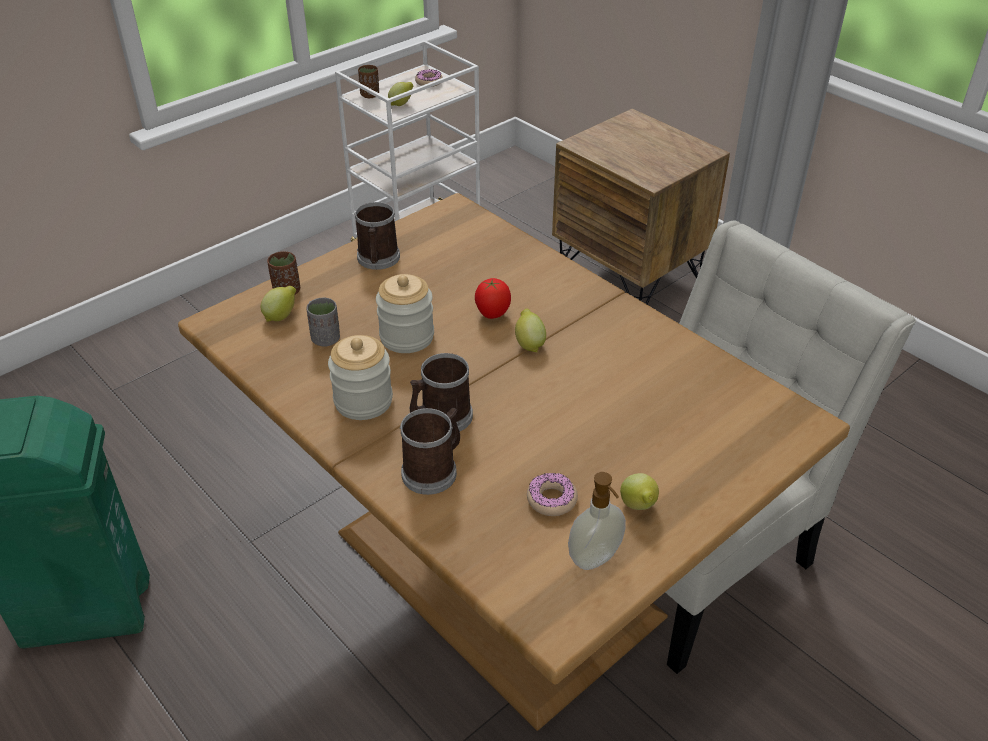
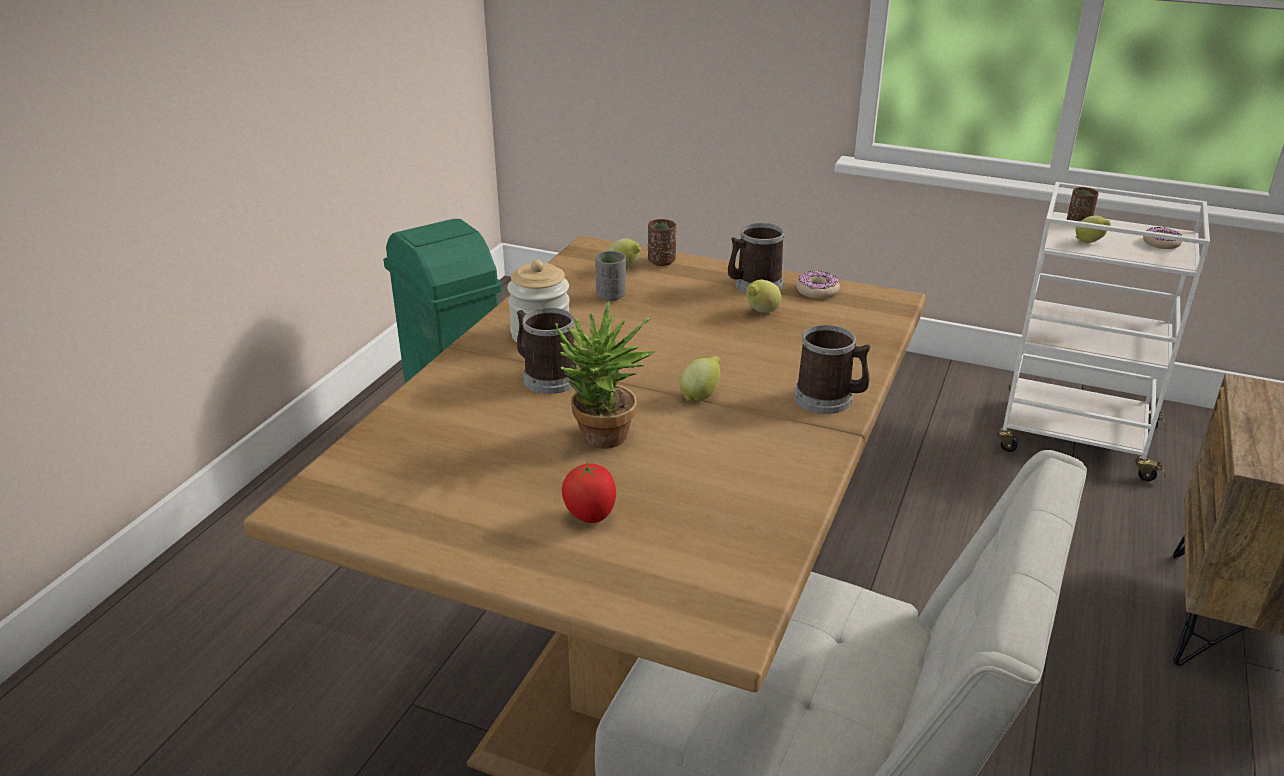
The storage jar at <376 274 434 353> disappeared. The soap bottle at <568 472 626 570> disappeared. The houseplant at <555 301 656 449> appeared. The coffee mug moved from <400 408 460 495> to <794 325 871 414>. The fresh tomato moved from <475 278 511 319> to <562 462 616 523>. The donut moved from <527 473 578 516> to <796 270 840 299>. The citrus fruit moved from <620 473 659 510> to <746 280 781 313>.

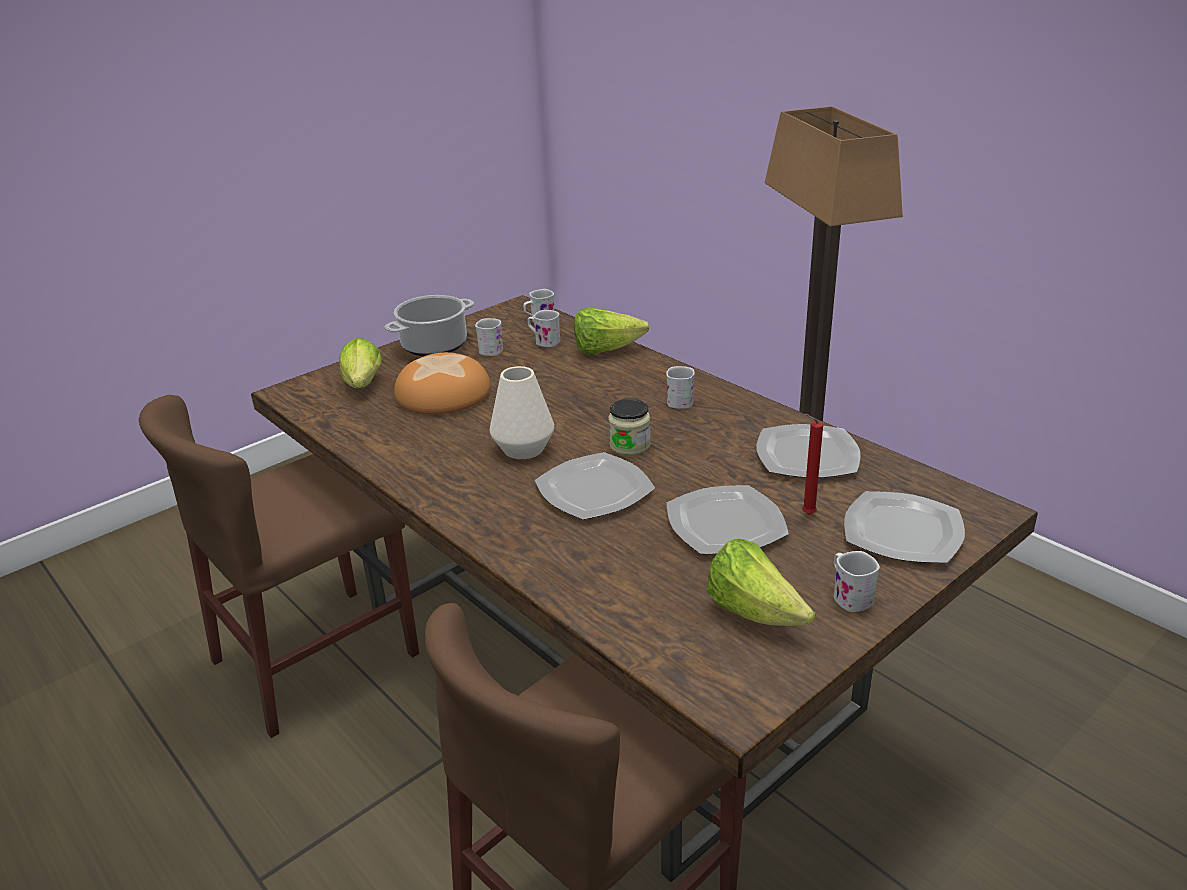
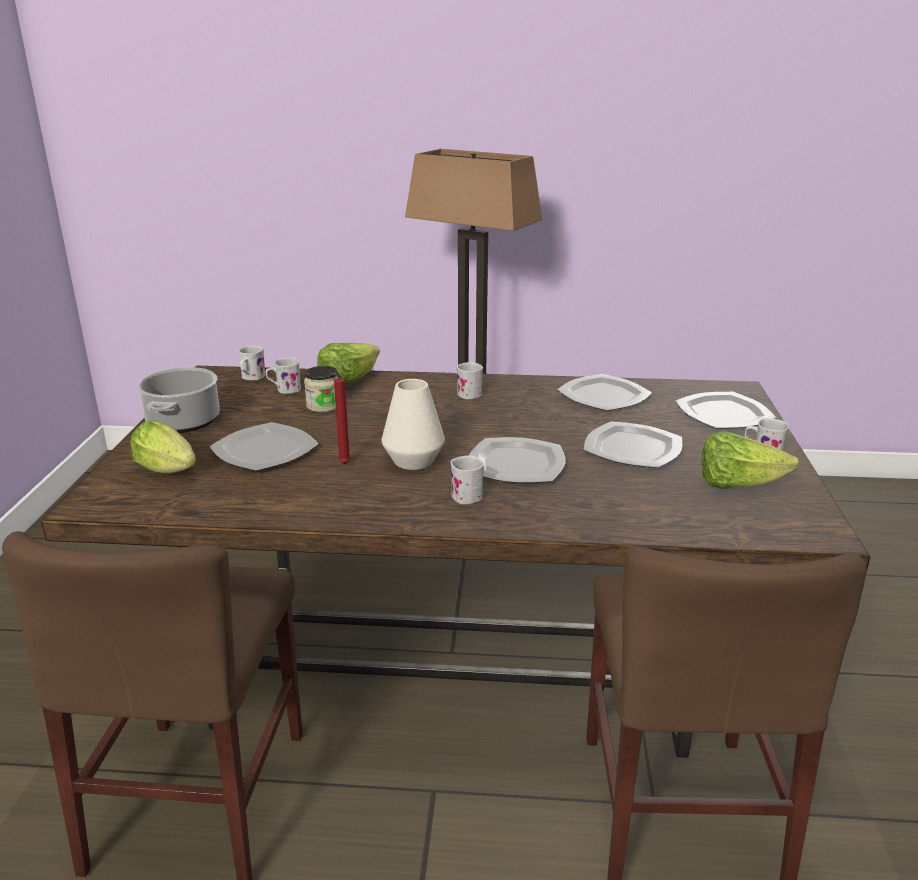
The whitish coffee mug moved from <475 318 503 356> to <451 455 484 504>. The storage jar moved from <608 399 651 455> to <304 366 338 412>. The reddish wax light moved from <802 414 823 515> to <330 373 351 464>. The baked bread at <394 352 491 414> was replaced by the flat dish at <210 422 319 471>.

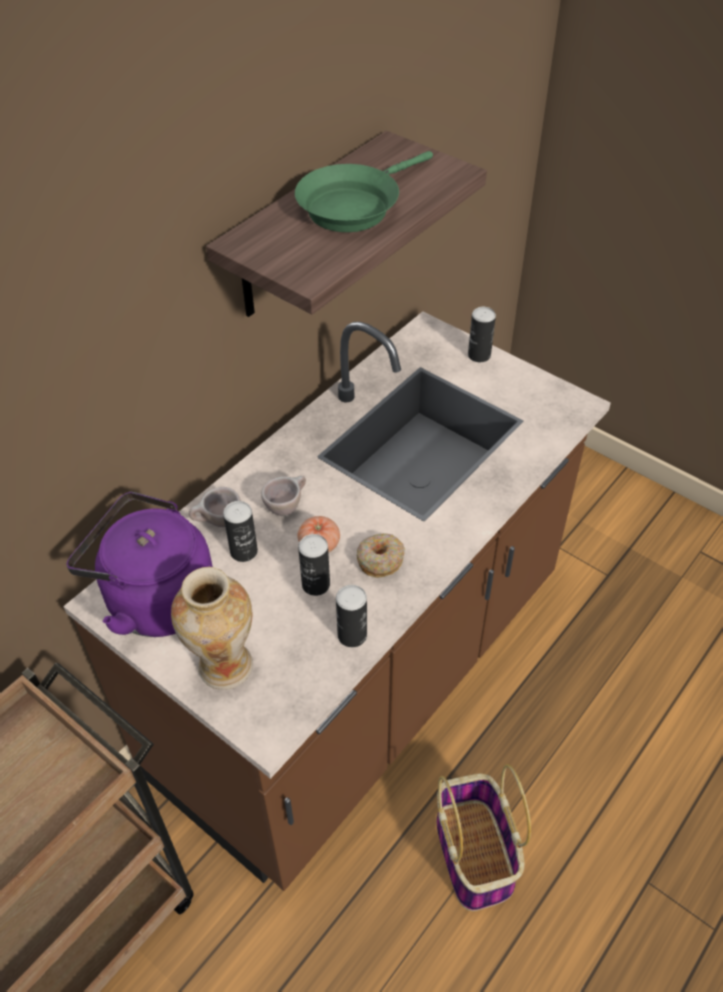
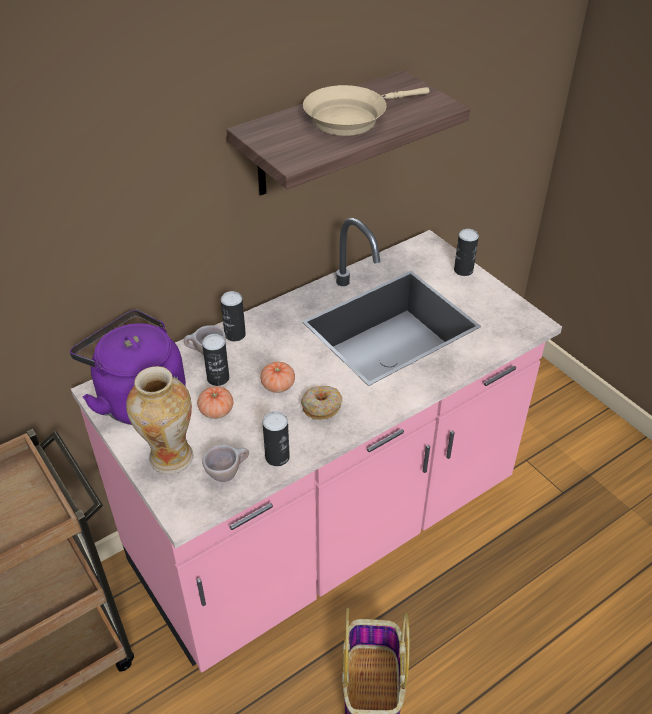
The fresh tomato at <197 386 234 419> appeared. The beige-coloured cup moved from <261 476 306 516> to <202 445 249 482>. The sealed can moved from <298 534 330 596> to <221 291 246 342>. The brown kitchen base unit at <63 311 611 891> became the pinkish kitchen base unit at <71 218 562 672>. The green-coloured pan at <295 151 433 232> became the beige-coloured pan at <303 85 430 136>.

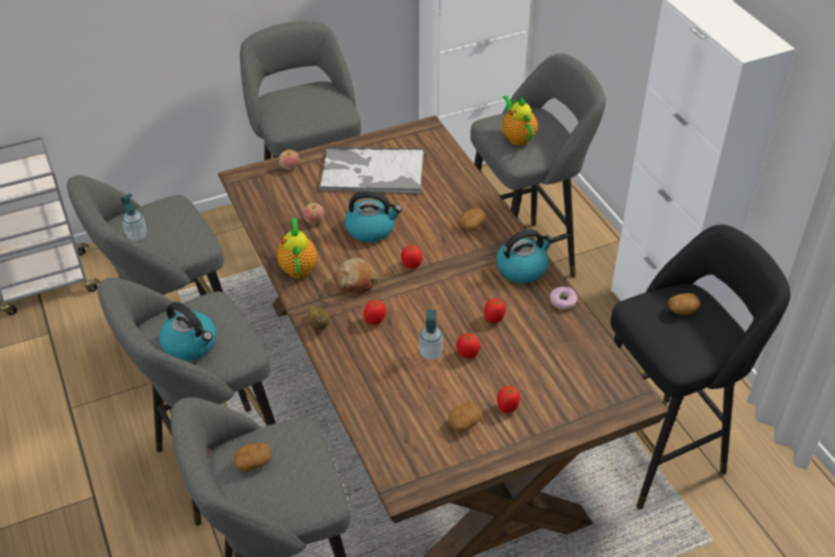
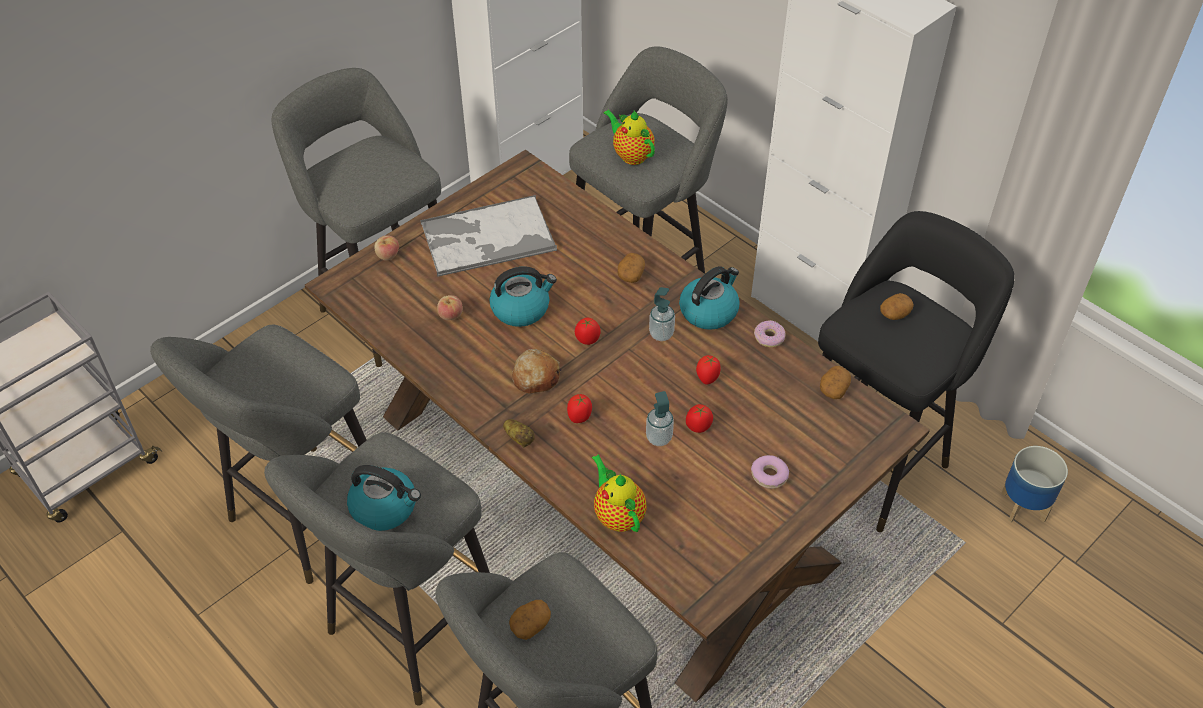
The plant pot at <1001 446 1068 522> appeared. The soap bottle moved from <121 194 147 241> to <649 287 675 341>. The tea pot moved from <277 218 317 278> to <591 454 647 532>. The potato moved from <448 402 482 433> to <820 366 851 399>. The fresh tomato at <497 386 520 413> was replaced by the donut at <751 455 789 489>.

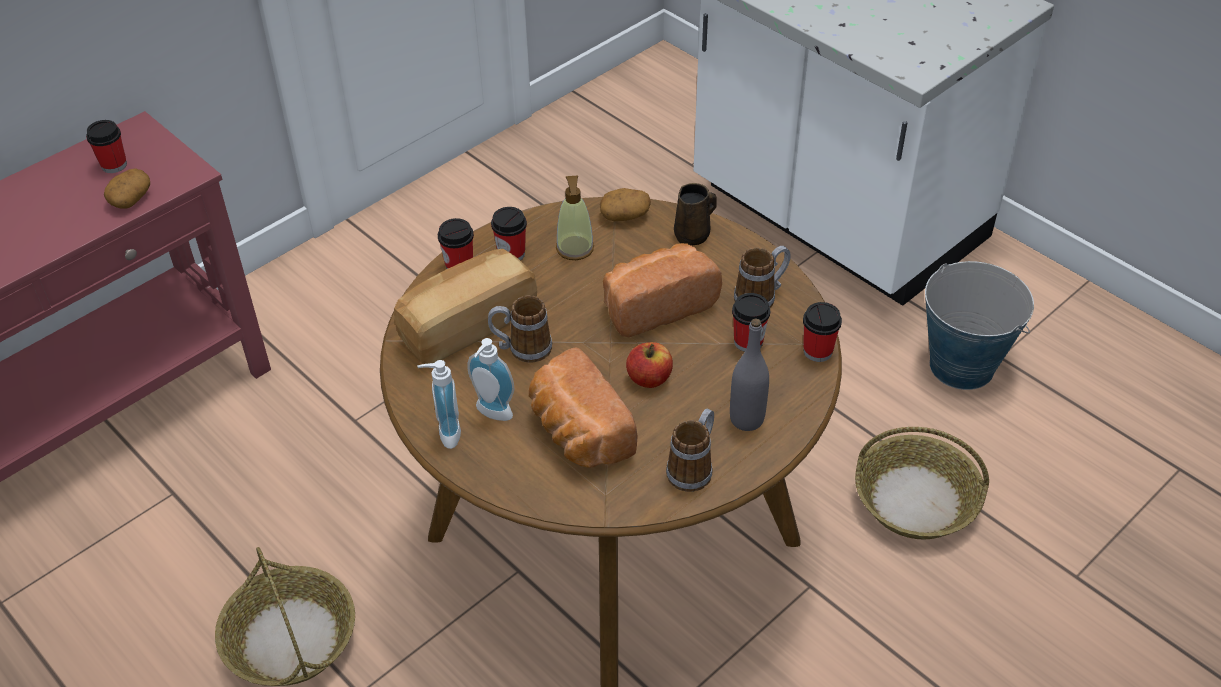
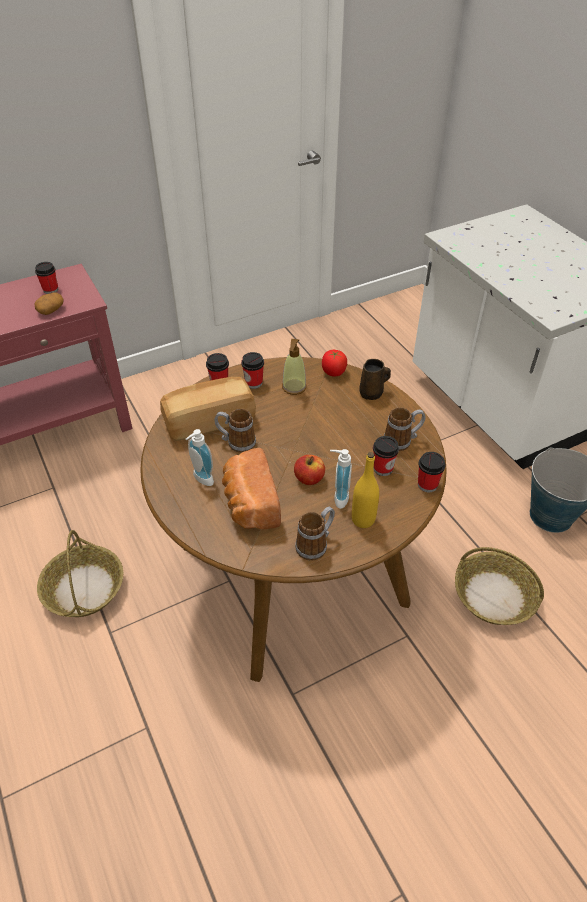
The baked bread at <603 243 722 337> disappeared. The soap bottle moved from <417 360 461 449> to <330 449 352 509>. The potato at <600 188 651 221> was replaced by the fresh tomato at <322 350 347 377>. The greyish bottle at <730 319 769 431> became the yellow bottle at <352 452 379 528>.

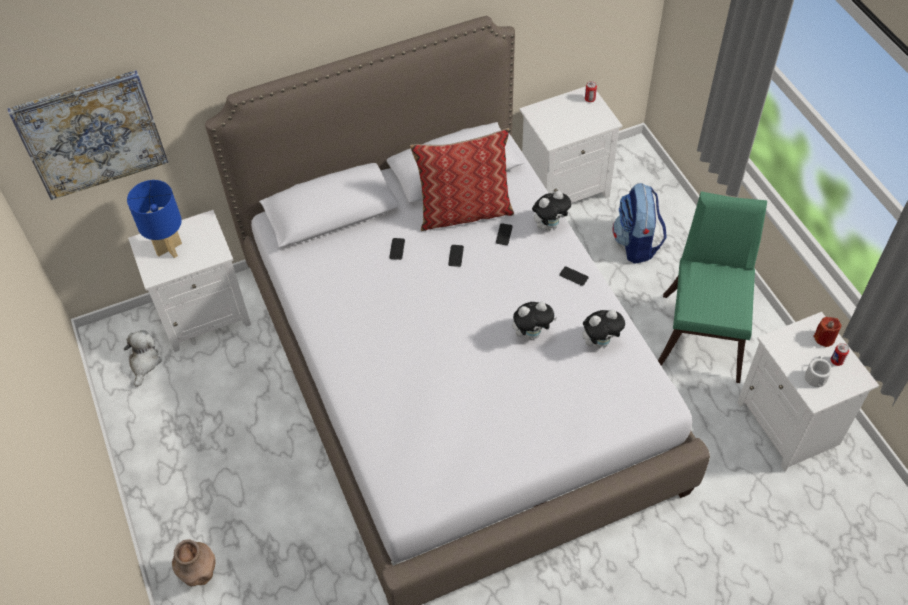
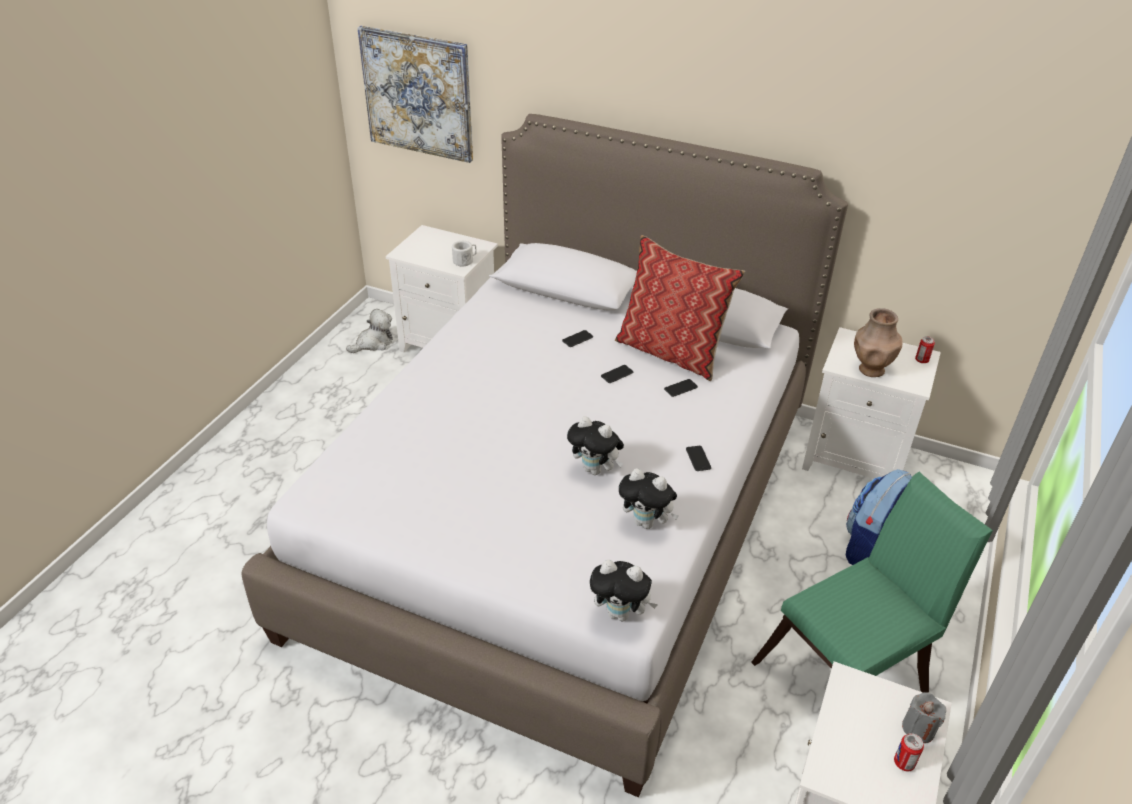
The blue-coloured tabletop lamp at <127 180 182 258> disappeared. The brown flower vase moved from <172 539 216 586> to <854 308 902 377>. The plush toy moved from <532 190 571 231> to <590 560 658 621>. The whitish coffee mug moved from <805 356 832 387> to <452 241 477 266>. The reddish wax light at <813 317 842 347> became the greyish wax light at <902 692 946 743>.

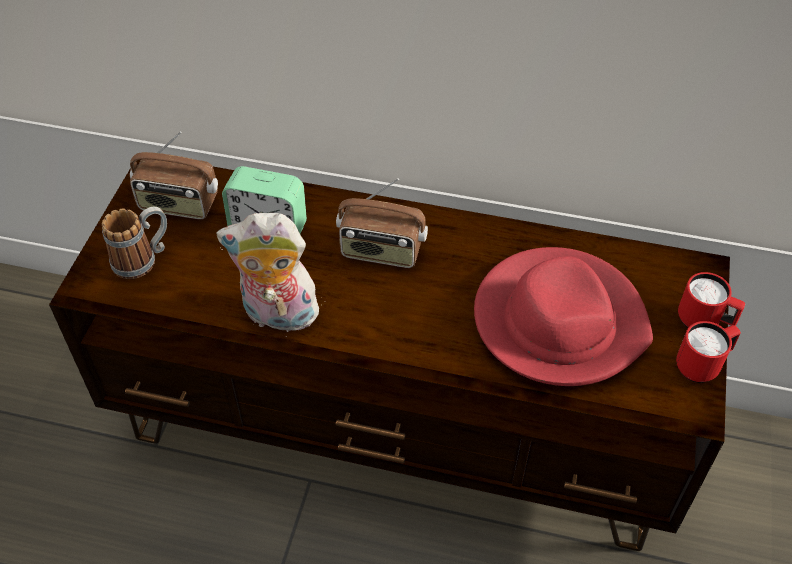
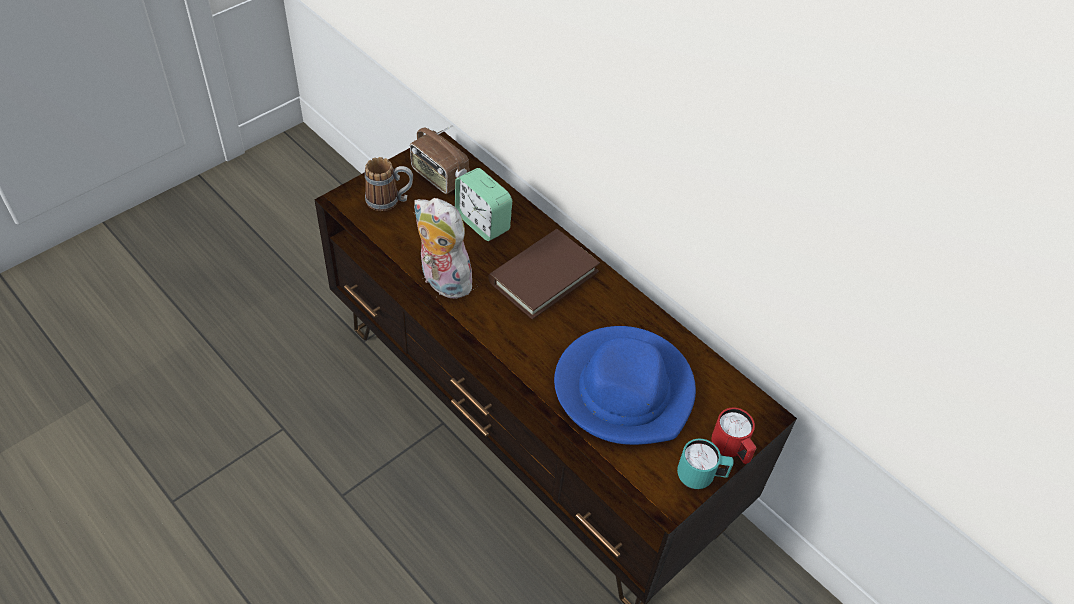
The radio at <336 178 428 268> was replaced by the brown volume at <488 229 600 320>. The reddish clothing hat at <474 247 653 386> became the blue-coloured clothing hat at <554 326 696 445>. The reddish coffee mug at <676 321 741 383> became the blue-green coffee mug at <677 439 734 489>.

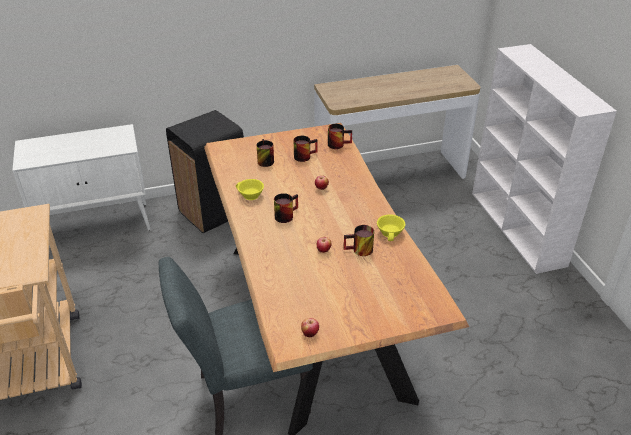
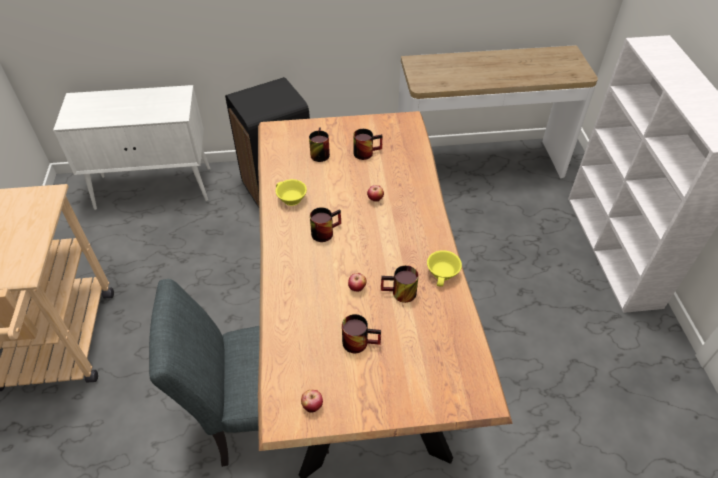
The coffee mug moved from <328 124 352 149> to <342 314 381 353>.

